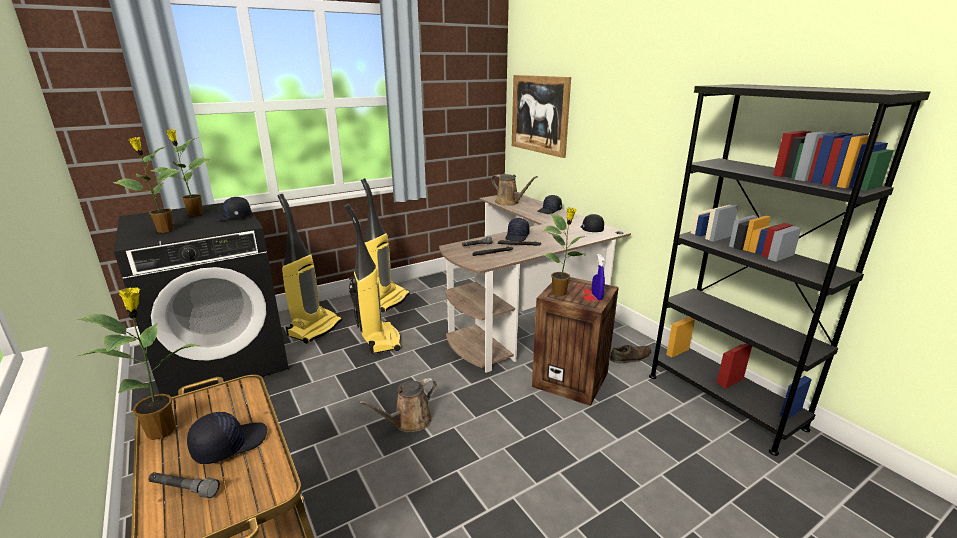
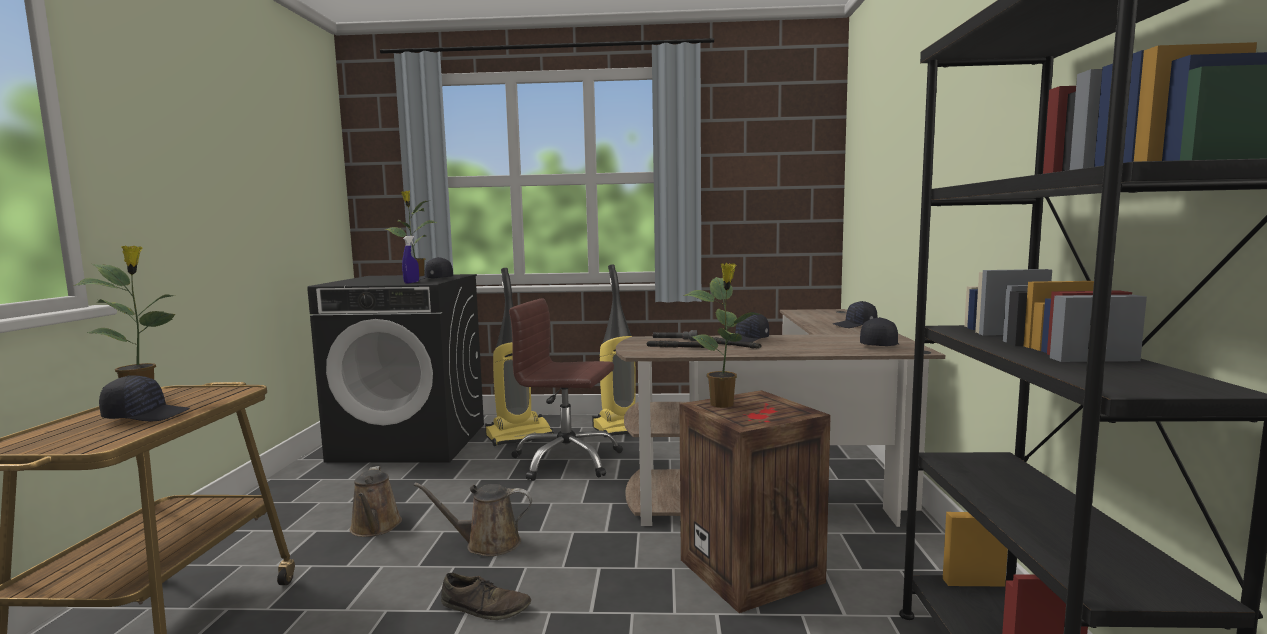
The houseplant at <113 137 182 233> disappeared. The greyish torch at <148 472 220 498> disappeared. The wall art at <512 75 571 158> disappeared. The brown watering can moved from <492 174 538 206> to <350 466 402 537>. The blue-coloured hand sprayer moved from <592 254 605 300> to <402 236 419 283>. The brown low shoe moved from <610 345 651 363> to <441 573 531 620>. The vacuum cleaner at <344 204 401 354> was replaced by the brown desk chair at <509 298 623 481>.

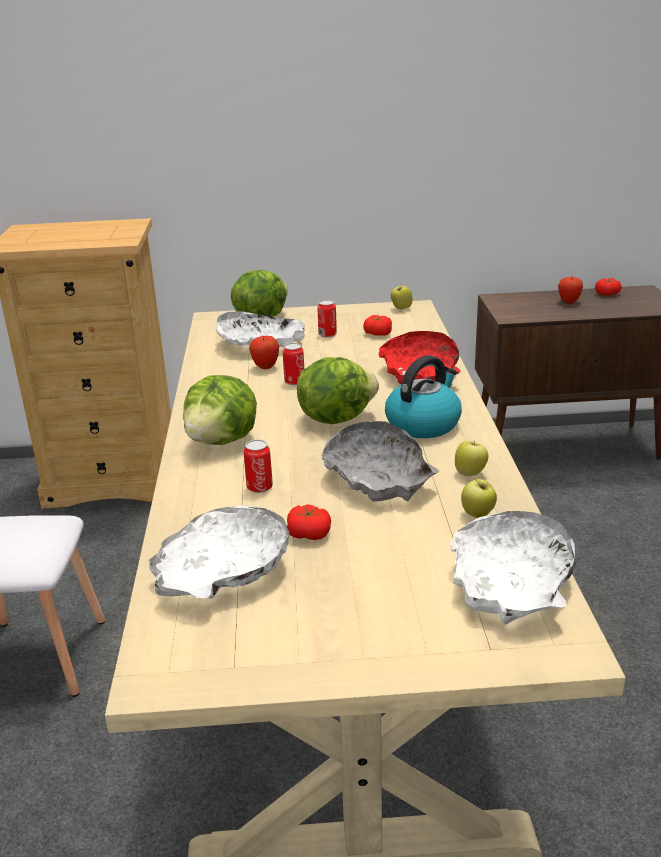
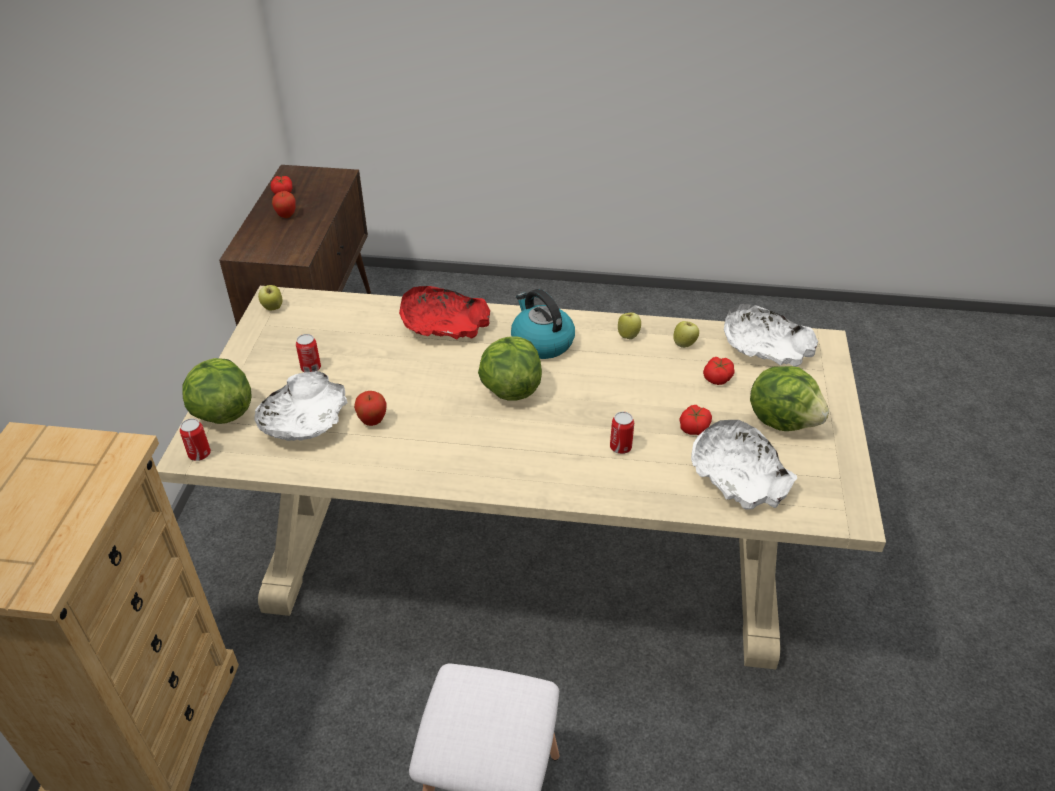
The greyish serving bowl at <322 421 439 501> disappeared. The lettuce head moved from <183 375 257 445> to <750 366 829 431>. The sealed can moved from <283 343 304 385> to <180 418 211 461>. The fresh tomato moved from <363 315 392 336> to <703 357 735 385>.

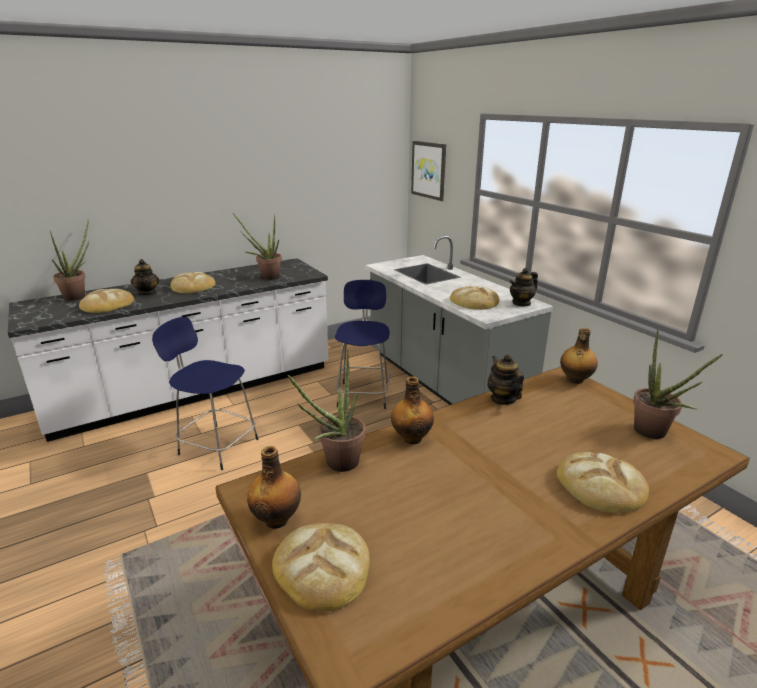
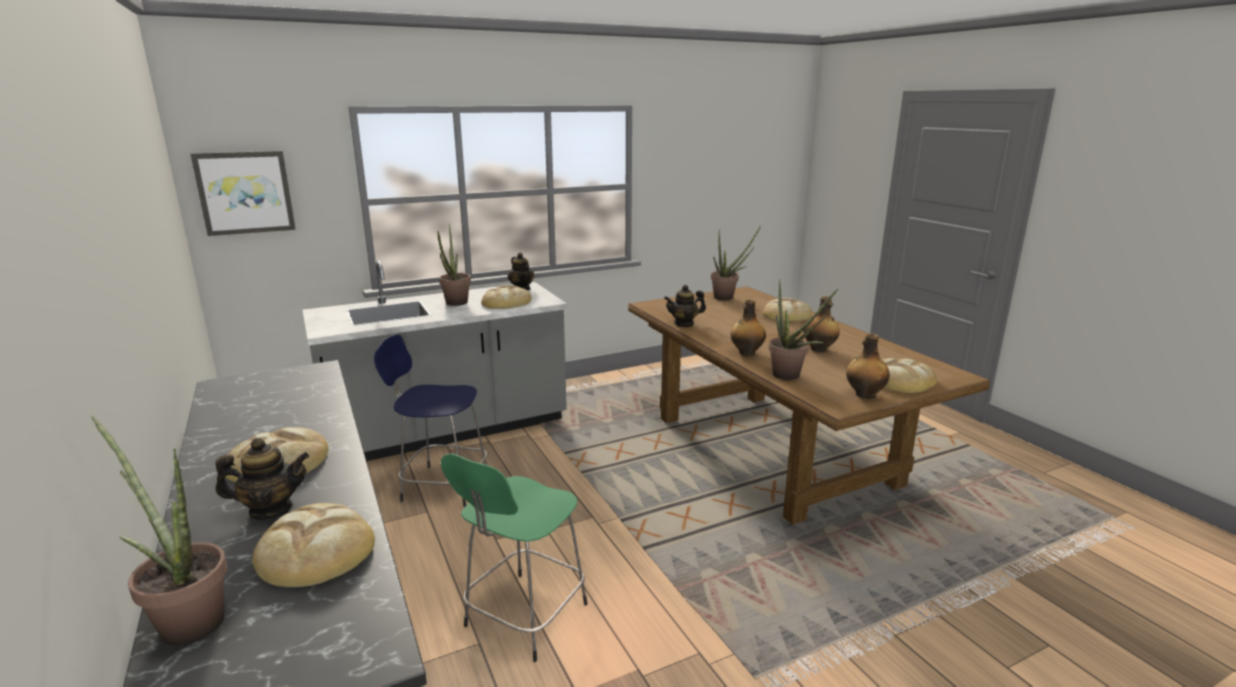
The houseplant moved from <233 213 282 280> to <438 224 471 306>. The bottle moved from <560 328 598 384> to <804 296 840 352>. The blue-coloured stool at <152 317 258 470> became the green-coloured stool at <441 454 587 662>.

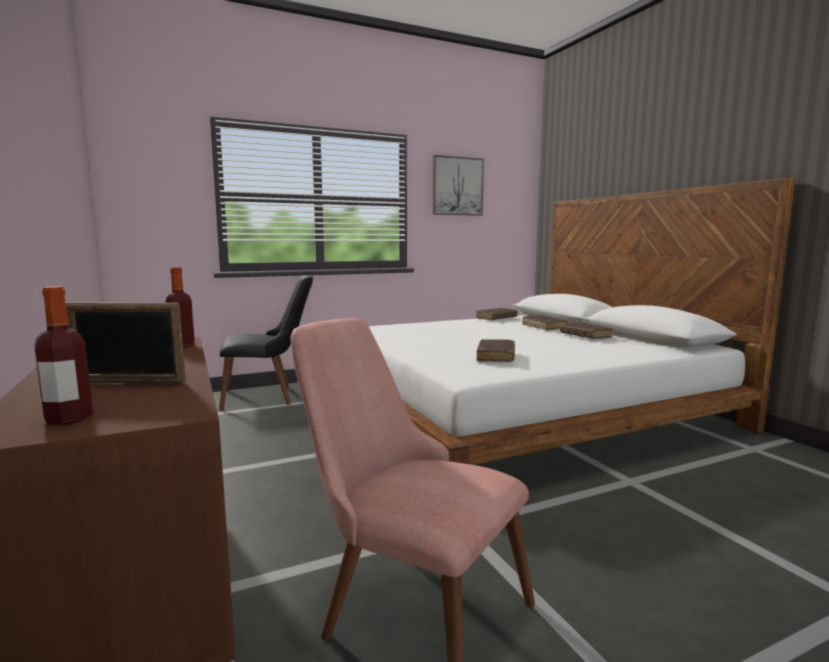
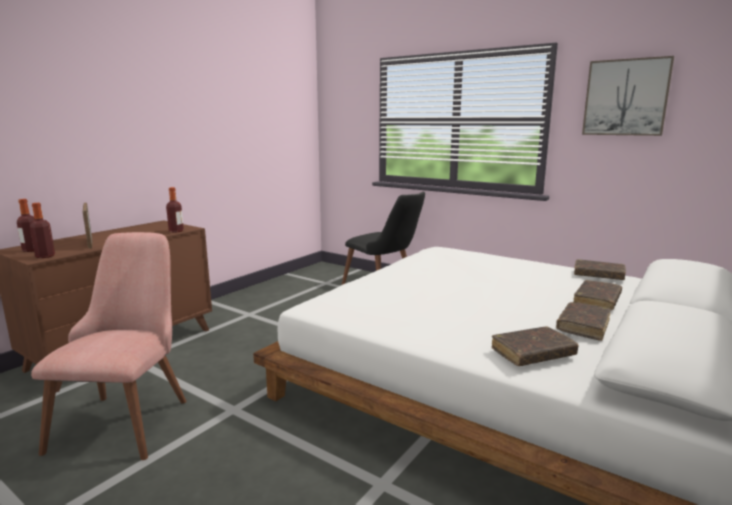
The bottle at <30 203 55 258> appeared. The brown volume moved from <476 339 515 362> to <491 326 579 366>.

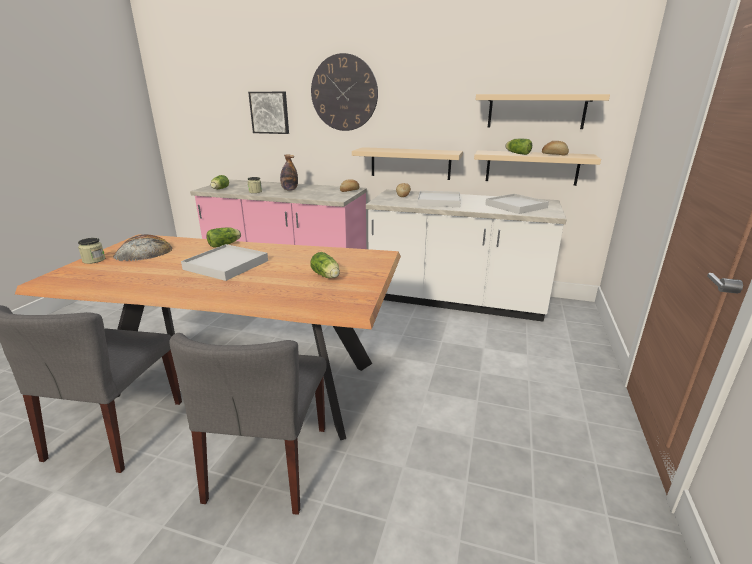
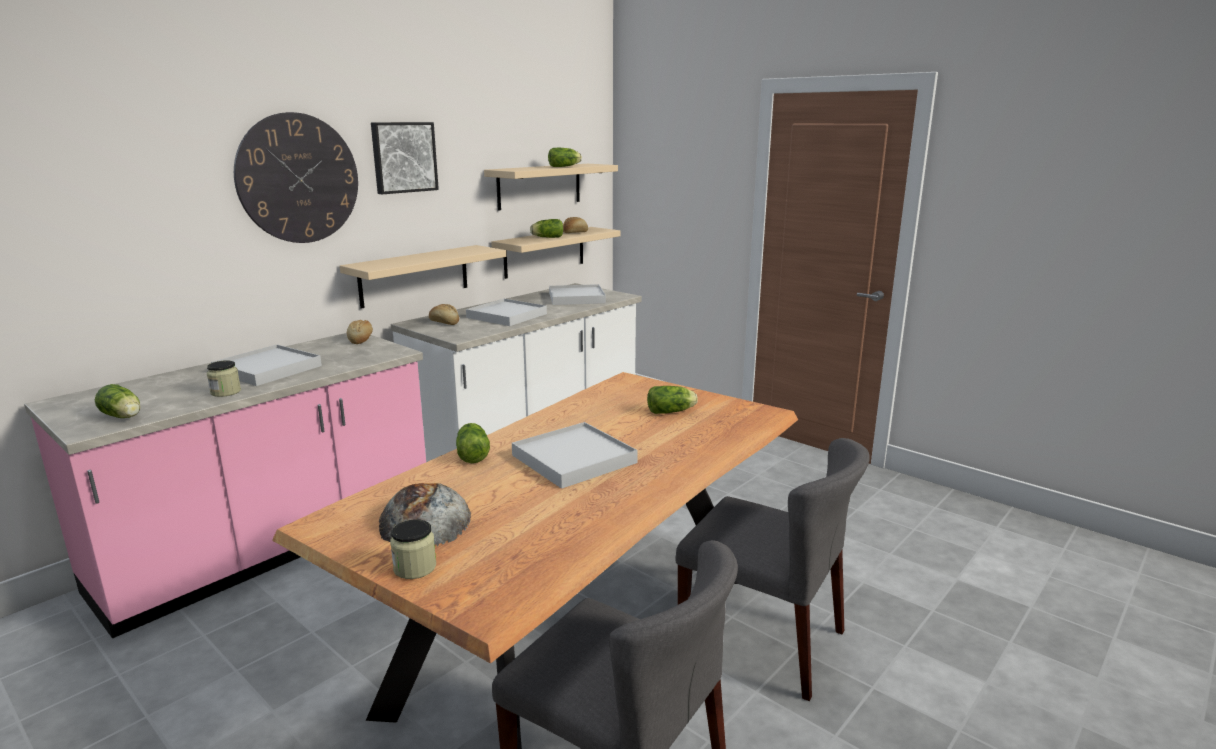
The lettuce head at <548 148 582 167> appeared. The wall art moved from <248 92 289 134> to <371 122 439 194>. The bottle at <280 155 298 191> was replaced by the whitish carrying tray at <211 345 322 386>.

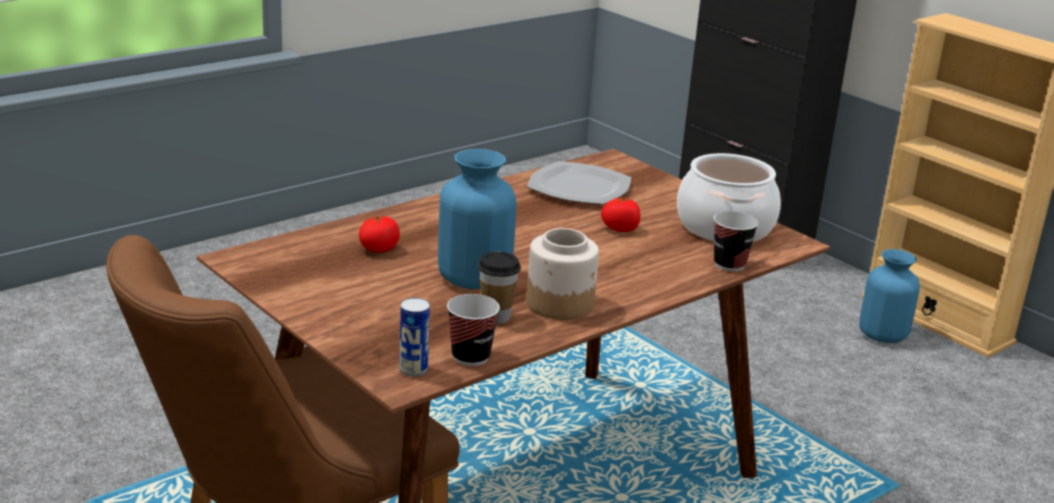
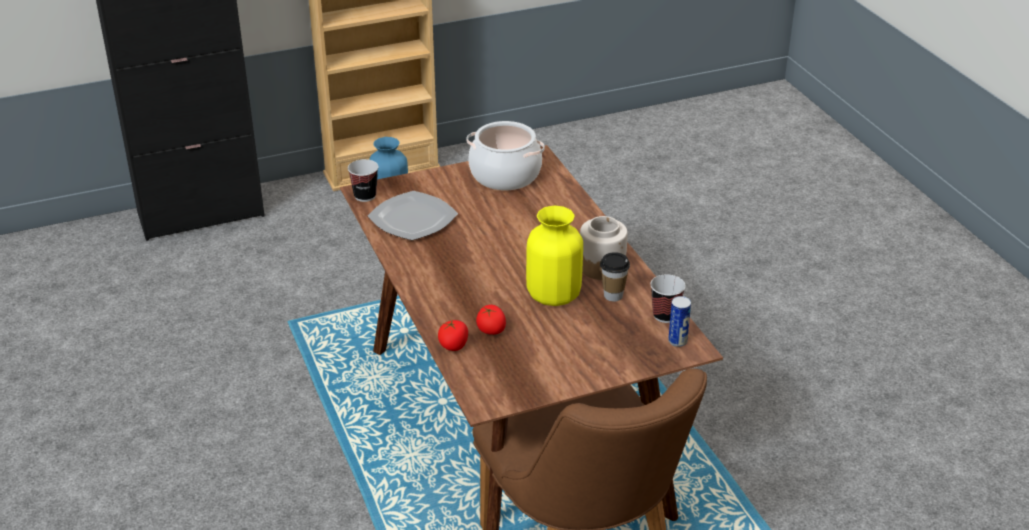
The fresh tomato moved from <601 196 640 232> to <438 320 468 351>. The cup moved from <714 211 759 271> to <348 159 379 202>. The blue-coloured flower vase at <438 149 517 289> became the yellow flower vase at <526 206 583 306>.

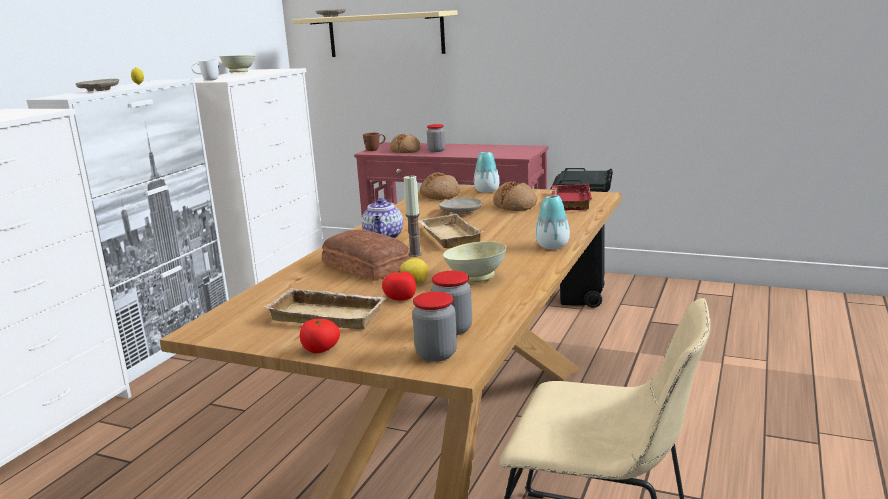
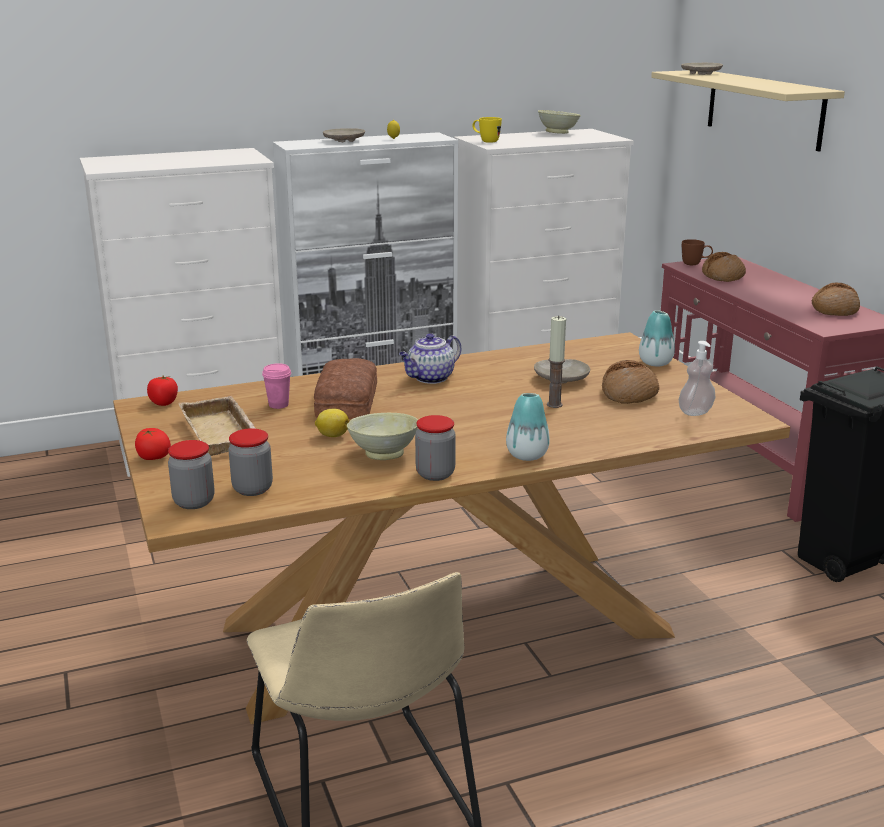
The beige-coloured carrying tray at <418 214 484 249> disappeared. The pinkish cup at <262 363 291 409> appeared. The fresh tomato moved from <382 269 416 300> to <147 376 178 406>. The wax light moved from <404 174 422 257> to <547 316 566 408>. The baked bread moved from <420 172 460 200> to <812 282 860 316>. The storage jar moved from <427 124 445 152> to <415 415 456 481>. The reddish carrying tray at <551 184 592 211> was replaced by the soap bottle at <679 341 715 416>. The whitish coffee mug at <191 59 219 81> became the yellow coffee mug at <472 117 502 143>.

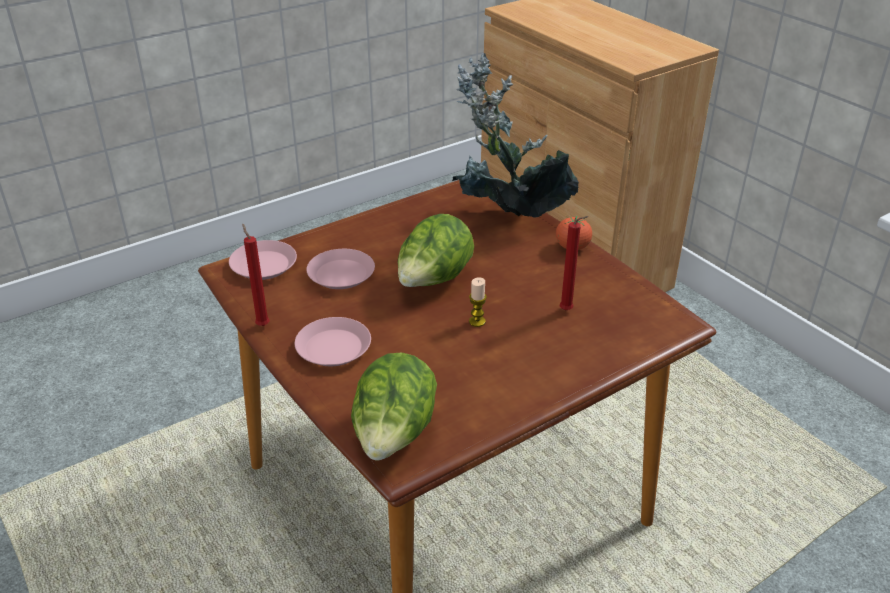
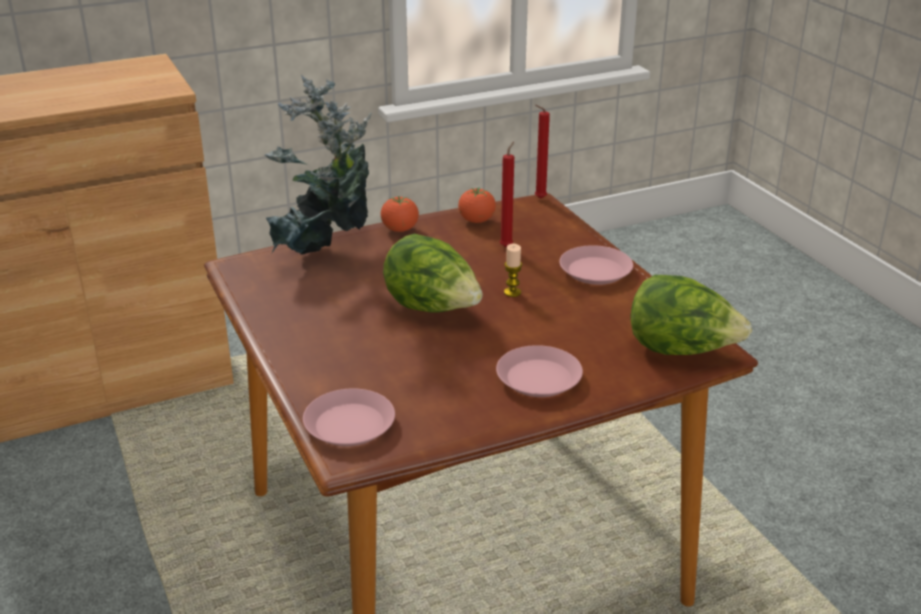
The fresh tomato at <458 187 496 223> appeared. The reddish wax light moved from <242 223 270 326> to <535 105 550 199>. The pinkish flat dish moved from <306 249 375 289> to <559 245 633 285>.

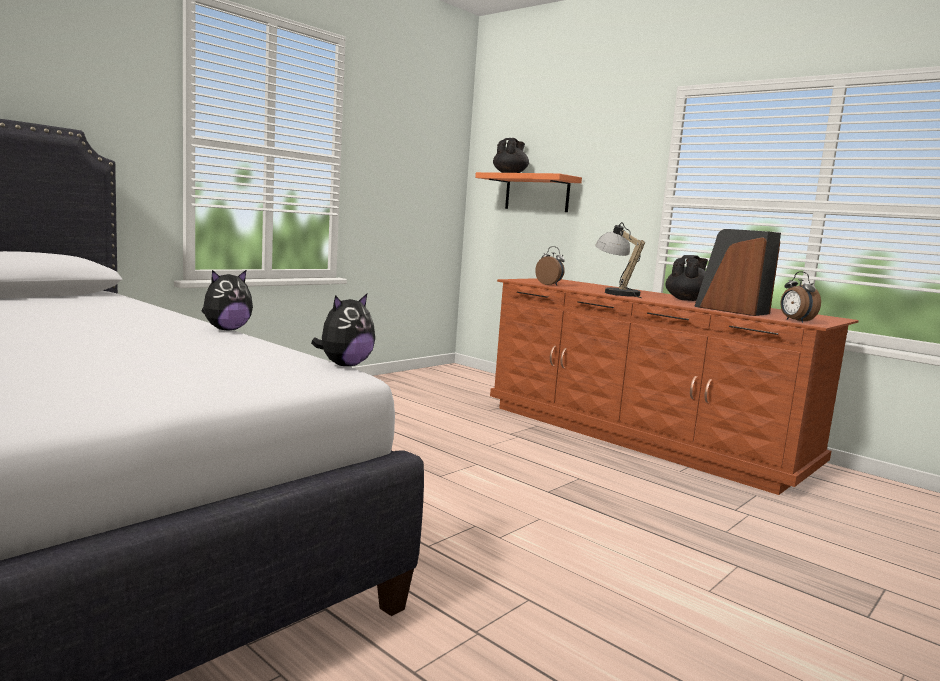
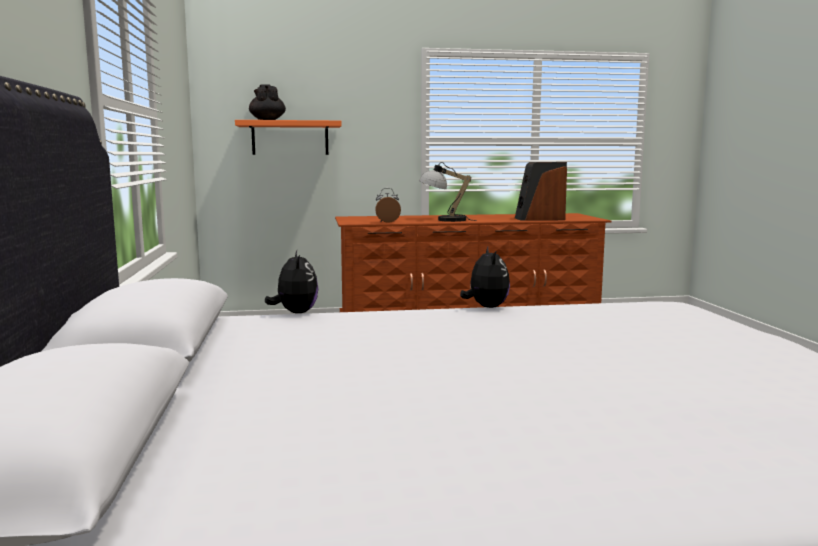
The blackish tea pot at <665 255 708 301> disappeared. The table clock at <780 271 821 323> disappeared. The plush toy moved from <311 294 375 366> to <265 251 318 313>.

